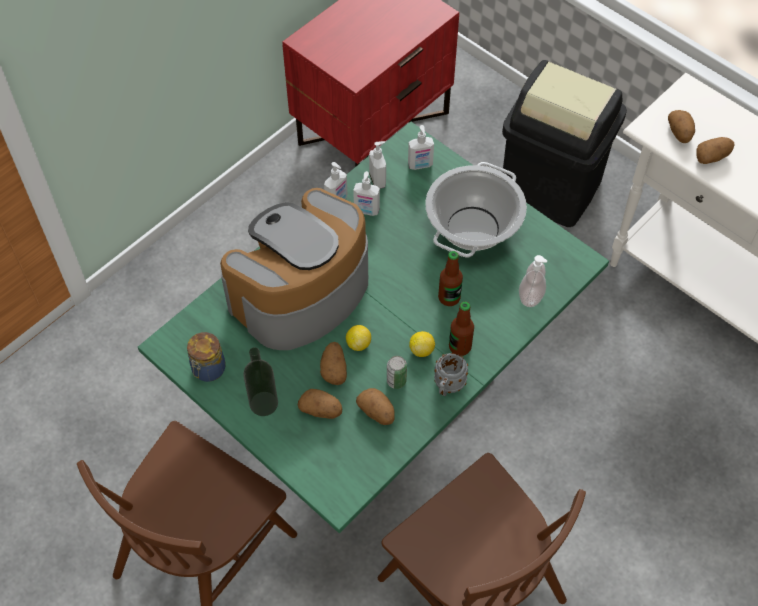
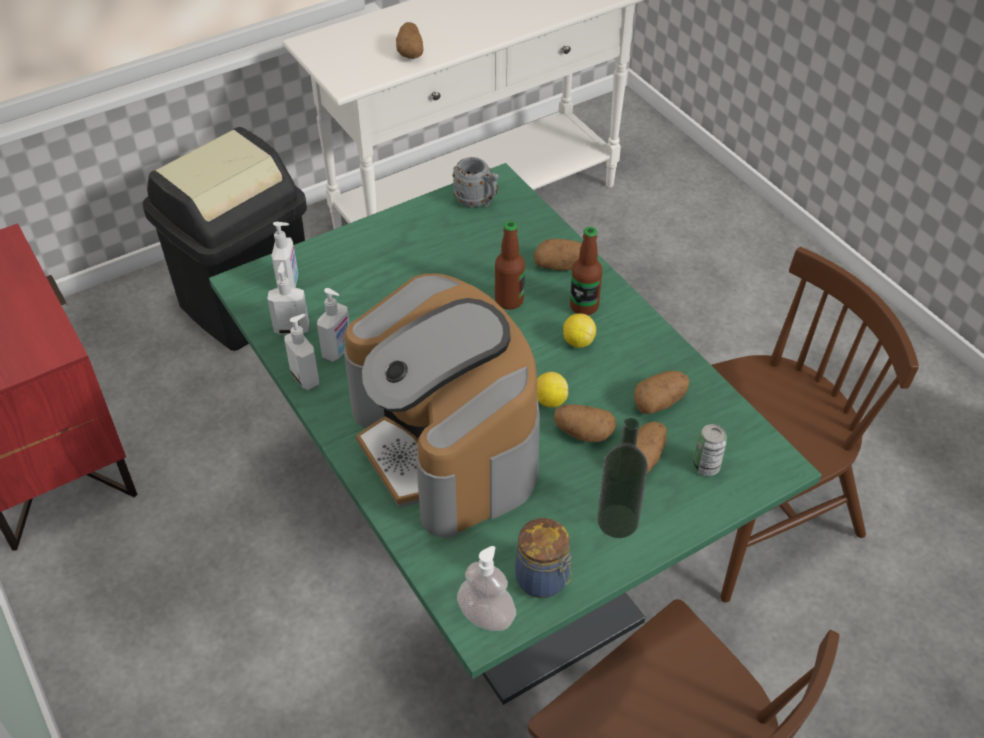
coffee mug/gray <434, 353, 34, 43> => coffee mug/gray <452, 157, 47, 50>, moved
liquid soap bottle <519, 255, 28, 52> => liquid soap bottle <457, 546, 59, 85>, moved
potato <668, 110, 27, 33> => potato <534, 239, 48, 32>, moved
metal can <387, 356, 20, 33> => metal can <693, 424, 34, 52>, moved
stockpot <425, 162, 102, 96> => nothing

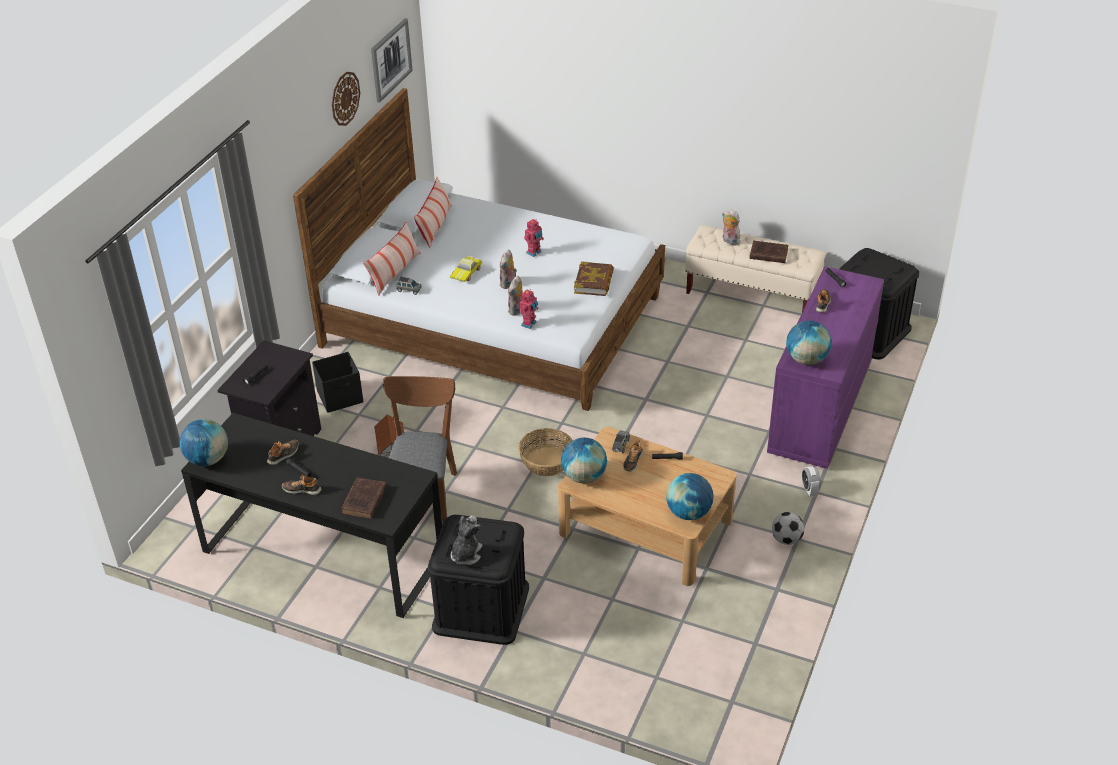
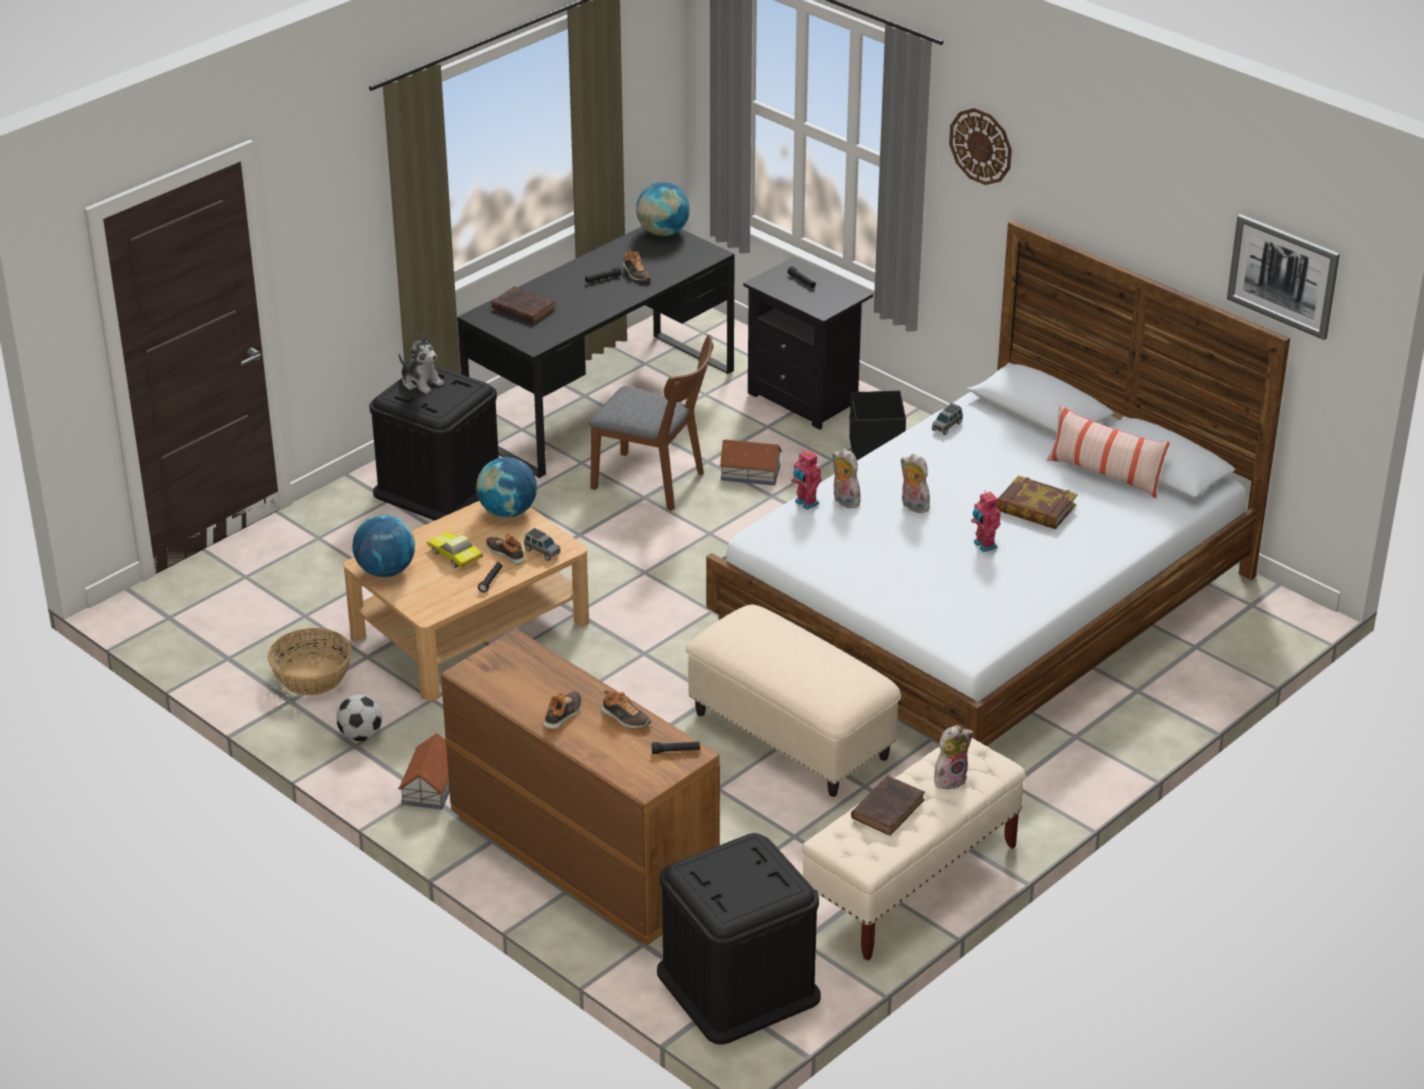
household basket <518, 428, 55, 48> => household basket <268, 628, 84, 67>, moved
table clock <802, 466, 19, 31> => toy house <398, 733, 52, 77>
model car <450, 256, 32, 26> => model car <427, 531, 56, 37>, moved
drawer chest/purplish <767, 266, 117, 203> => drawer chest/brown-coloured <441, 629, 279, 316>
shoe <282, 474, 40, 21> => shoe <543, 691, 39, 38>, moved
nothing => ottoman/beige-coloured <685, 604, 216, 193>
wall clock <332, 72, 28, 54> => wall clock <949, 108, 63, 77>, moved
bound book <574, 261, 40, 35> => bound book <997, 475, 81, 54>, moved
cushion <363, 222, 58, 74> => nothing
desk globe <786, 320, 45, 45> => nothing

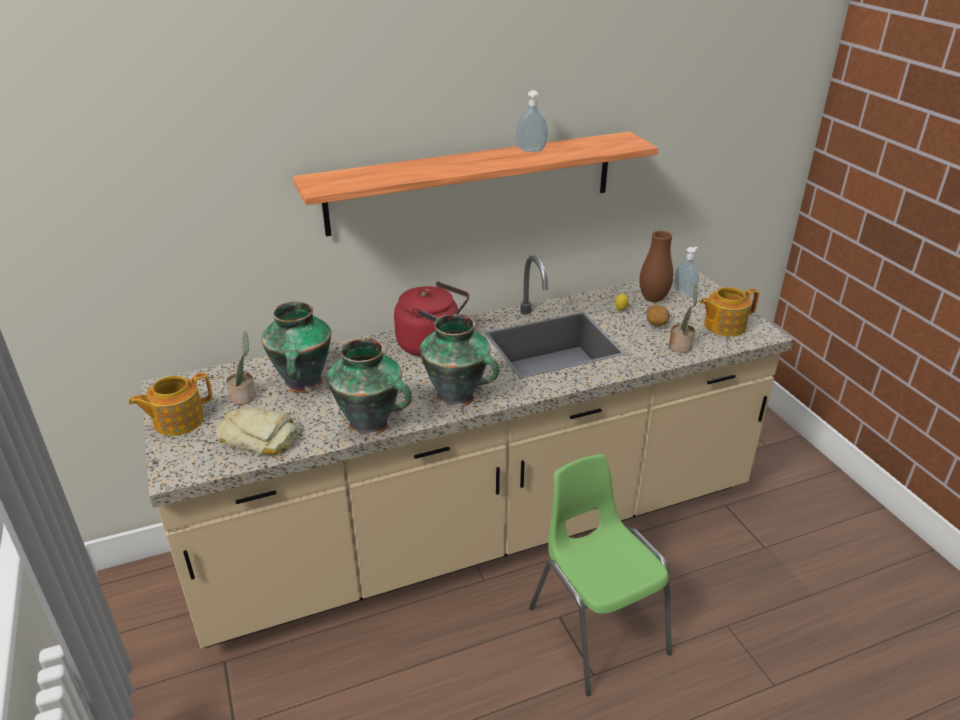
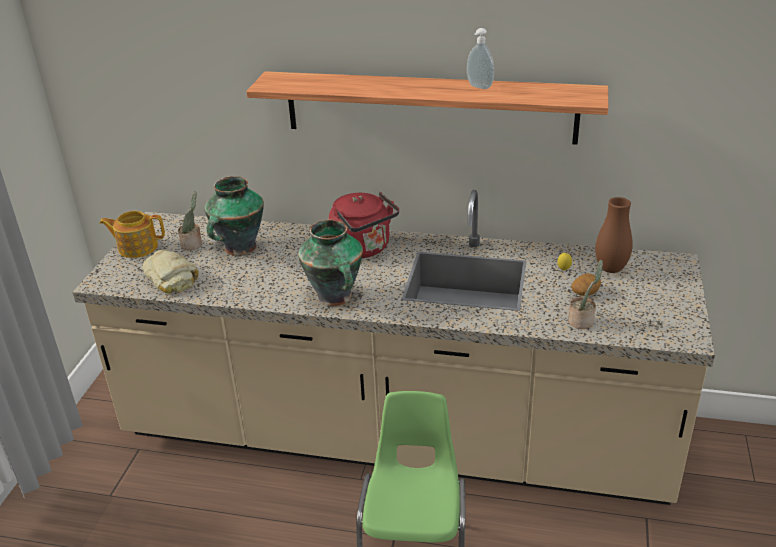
vase <327, 338, 85, 98> => nothing
liquid soap bottle <674, 247, 25, 50> => nothing
pot for tea <700, 287, 59, 49> => nothing

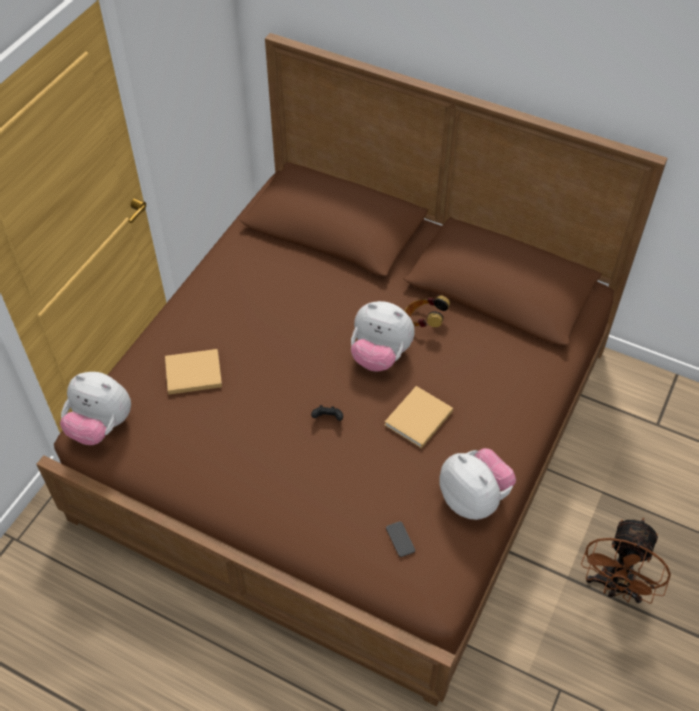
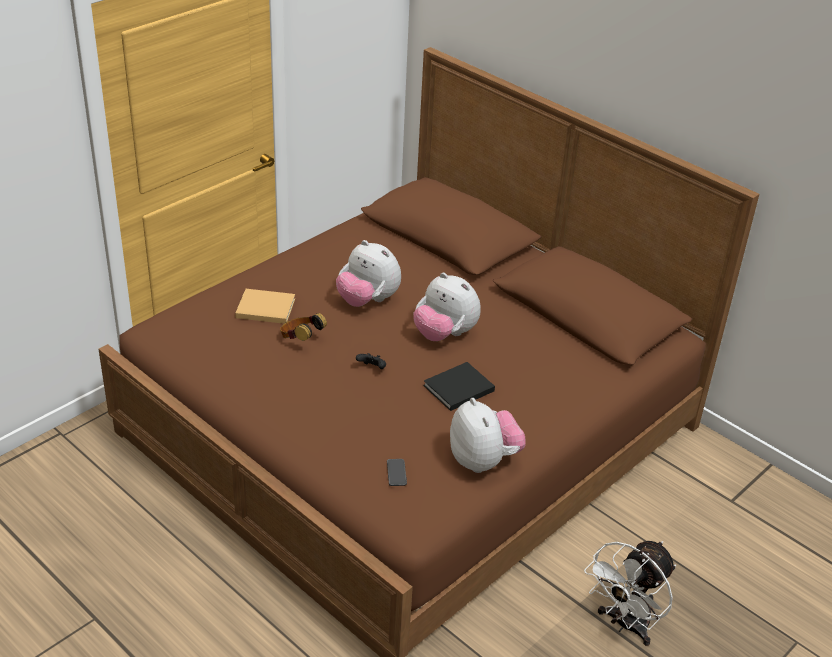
pair of headphones <405, 295, 45, 32> => pair of headphones <280, 313, 47, 28>, moved
cuddly toy <60, 372, 71, 73> => cuddly toy <336, 240, 65, 67>, moved
bound book/beige-coloured <385, 386, 68, 62> => bound book/black <423, 362, 72, 49>
fan/brown-coloured <581, 518, 90, 86> => fan/white <584, 541, 92, 105>

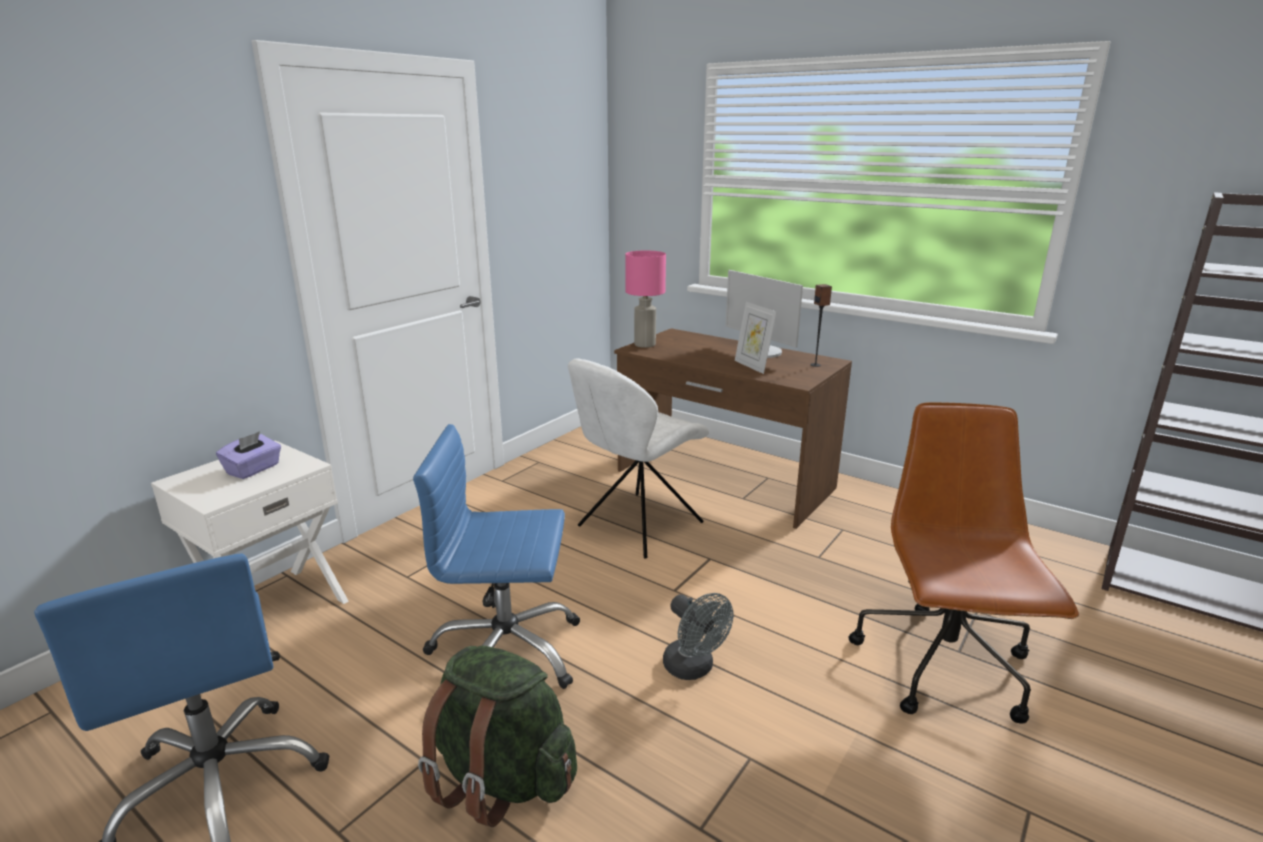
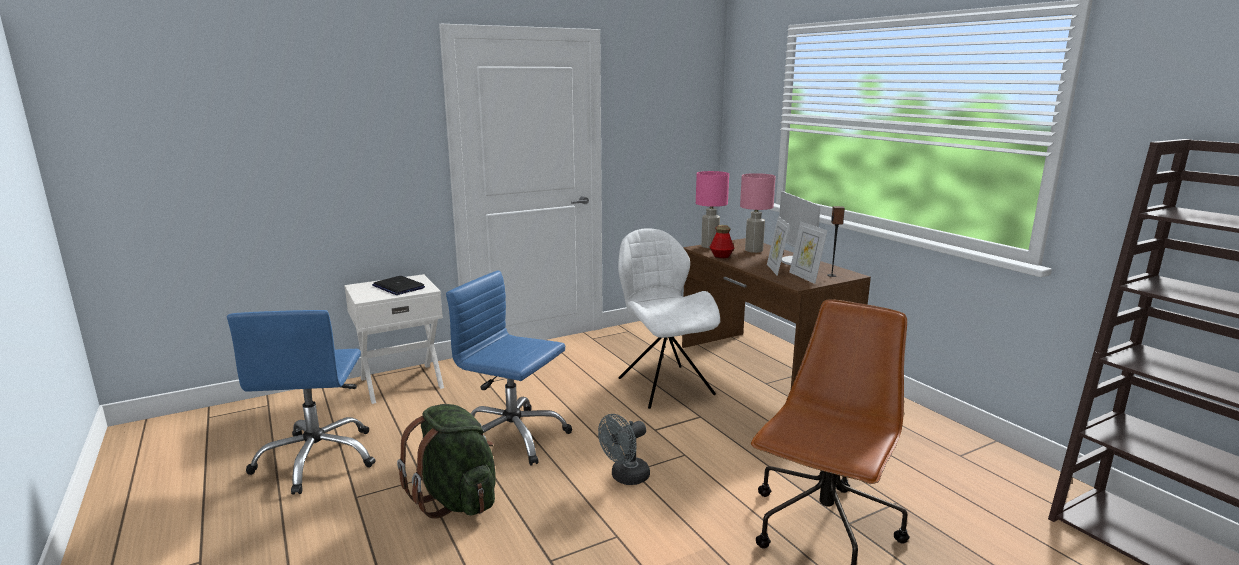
tissue holder/purplish <216, 431, 65, 48> => portable computer <372, 276, 53, 19>
fan/gray <663, 593, 71, 87> => fan/gray <598, 414, 52, 71>, 60 degrees clockwise
plain chair/white <568, 358, 141, 201> => plain chair/white <618, 228, 102, 181>, 90 degrees clockwise
nothing => beverage bottle <710, 225, 24, 33>
nothing => lamp for a table/pinkish <740, 173, 36, 80>
nothing => photo frame <789, 222, 39, 62>

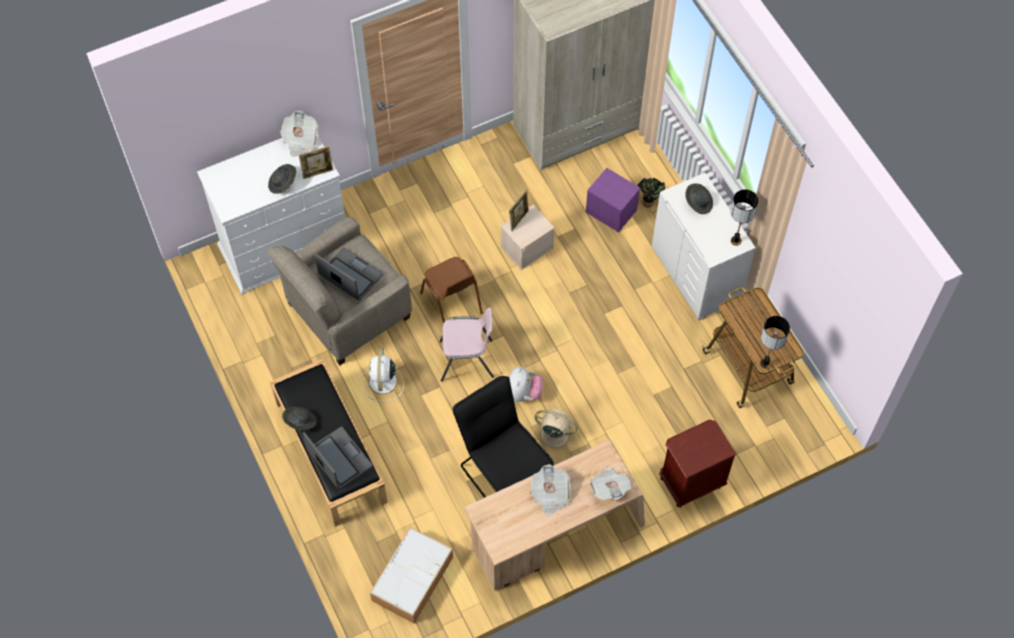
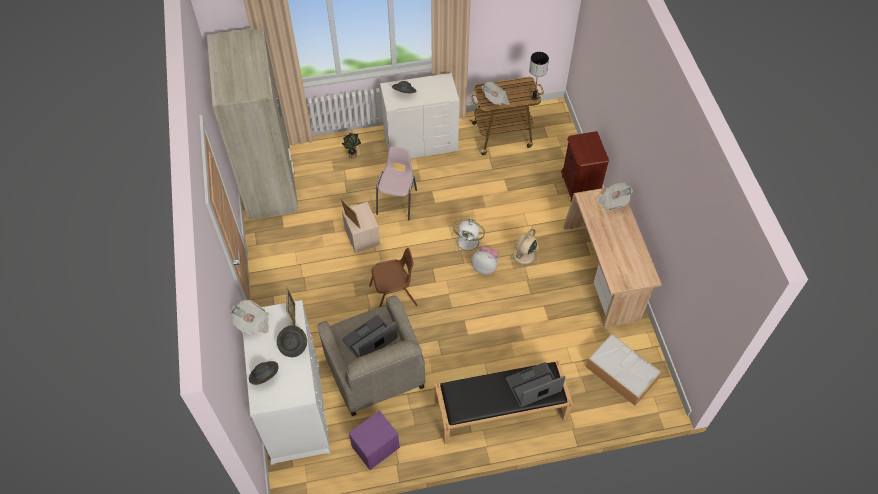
clothing hat/gray <282, 407, 35, 23> => clothing hat/gray <249, 361, 29, 24>, moved
storage box/purplish <586, 168, 54, 64> => storage box/purplish <348, 410, 52, 60>, moved
plain chair/pinkish <440, 307, 54, 74> => plain chair/pinkish <376, 147, 41, 73>, moved
fan/white <362, 347, 42, 54> => fan/white <452, 219, 33, 36>, moved
daily paper <530, 464, 40, 52> => daily paper <482, 82, 28, 24>, moved
plain chair/black <453, 376, 101, 122> => nothing
lamp for a table <730, 189, 28, 57> => nothing

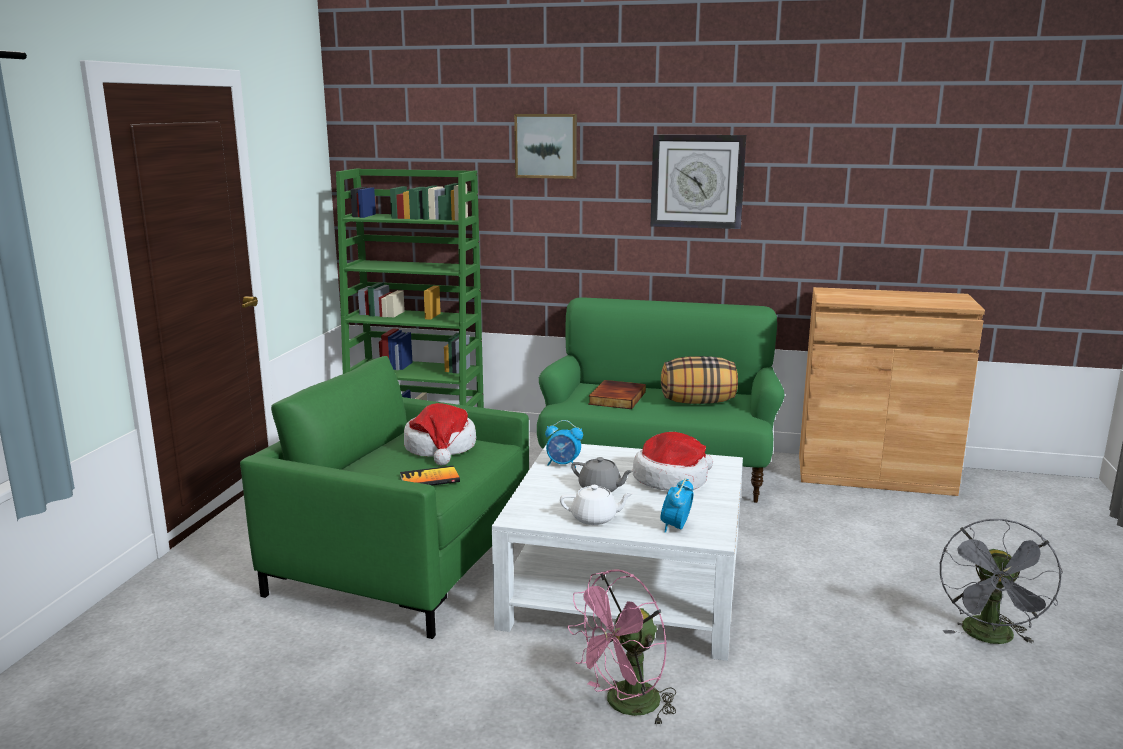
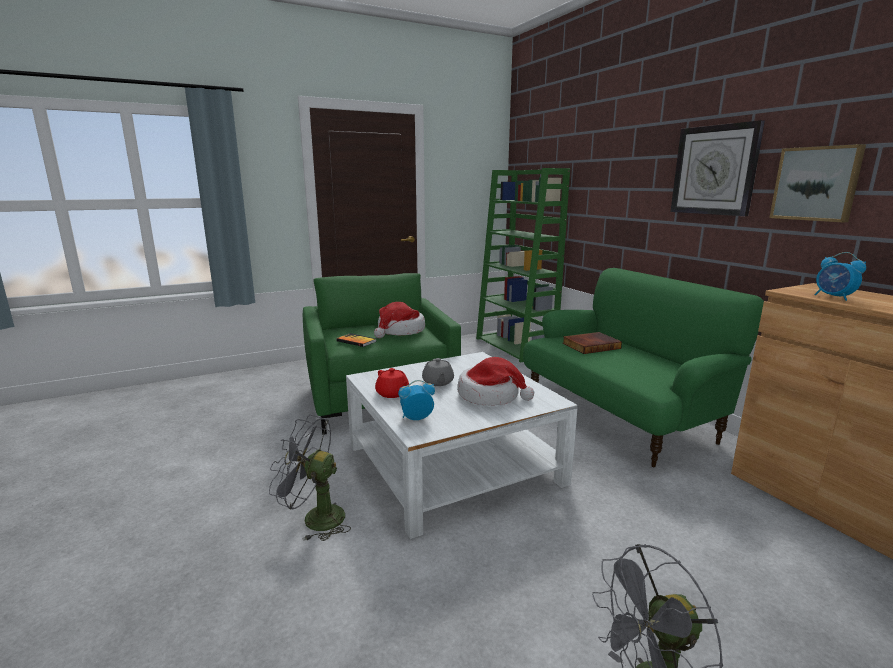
fan/pinkish <568, 569, 109, 158> => fan/gray <269, 415, 82, 126>
pot for tea/white <560, 485, 74, 40> => pot for tea/red <375, 368, 34, 30>
picture <514, 114, 63, 65> => picture <769, 144, 97, 78>, moved
table clock <545, 420, 38, 48> => table clock <815, 252, 51, 49>, moved
cushion <661, 356, 77, 48> => nothing

